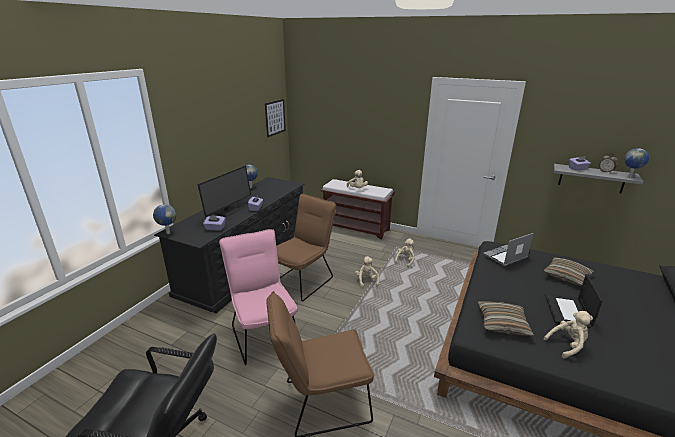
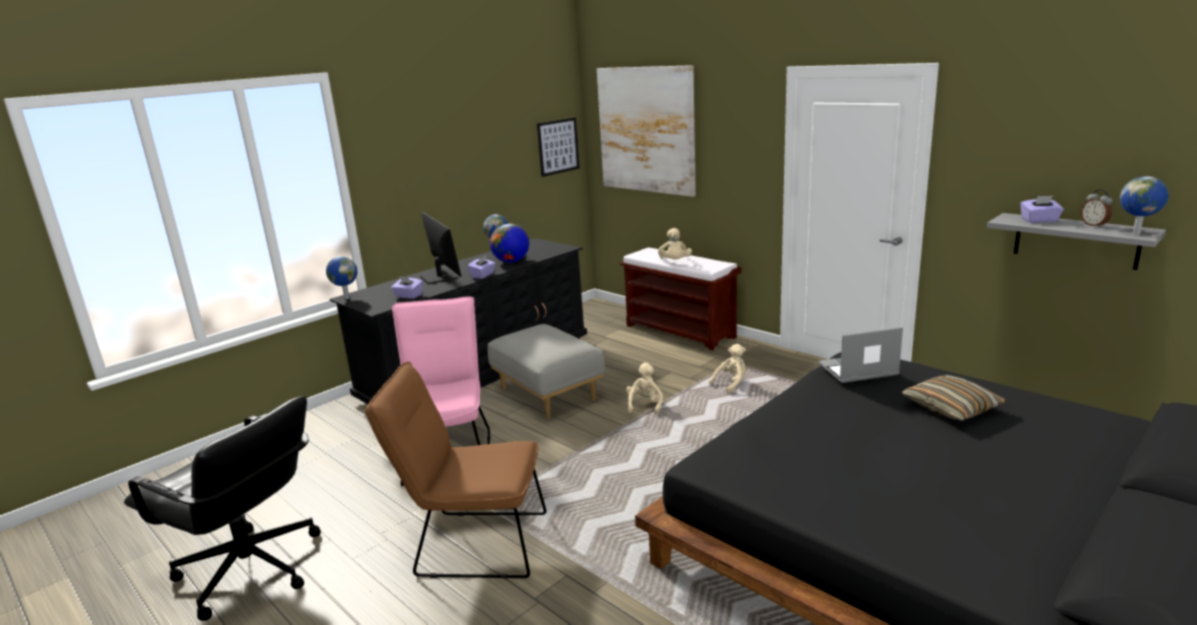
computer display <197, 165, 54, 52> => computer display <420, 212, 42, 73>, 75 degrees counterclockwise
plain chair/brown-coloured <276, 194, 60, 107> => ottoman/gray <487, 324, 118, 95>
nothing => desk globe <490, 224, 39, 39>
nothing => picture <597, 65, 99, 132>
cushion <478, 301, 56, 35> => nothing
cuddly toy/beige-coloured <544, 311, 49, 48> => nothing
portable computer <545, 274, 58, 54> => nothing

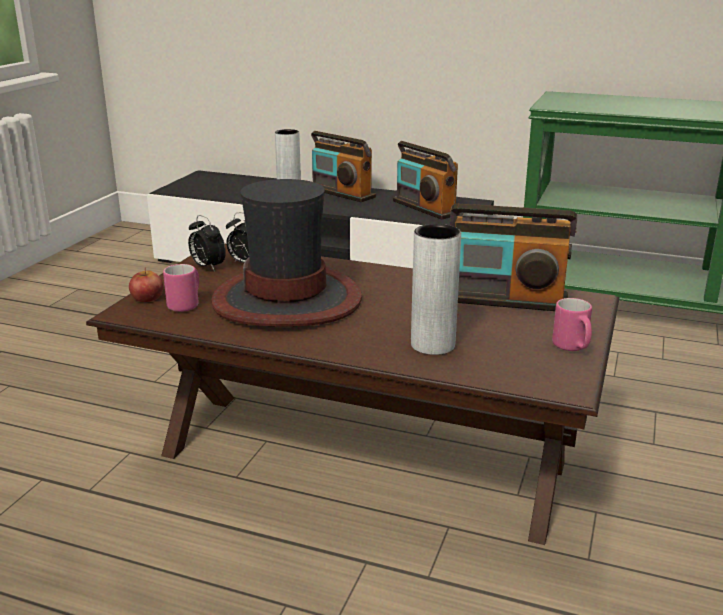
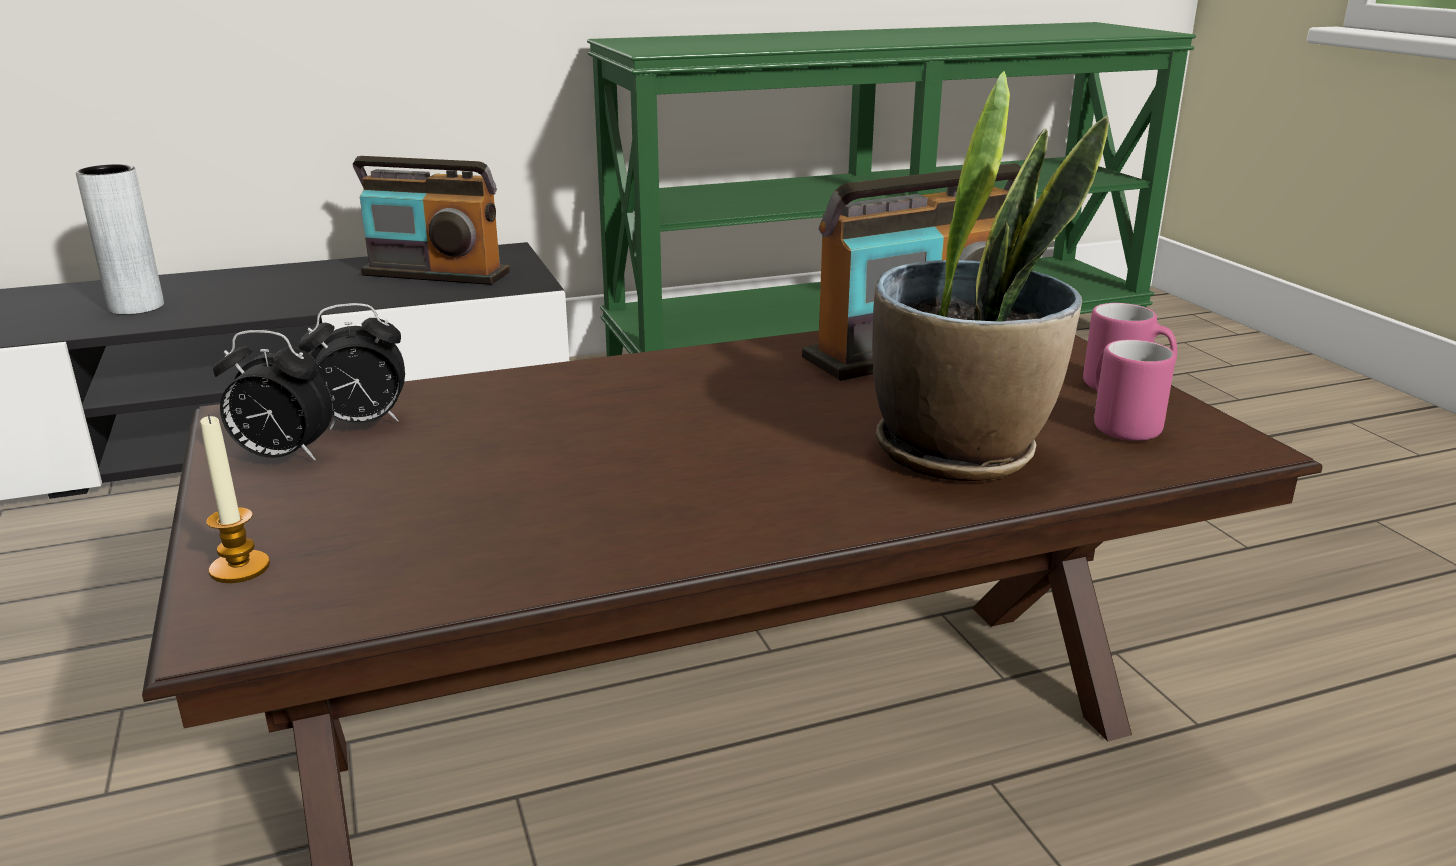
whole apple <129, 267, 34, 35> => wax candle <200, 414, 70, 169>
vase/gray <411, 224, 50, 131> => houseplant <872, 71, 237, 411>
coffee mug/pinkish <163, 264, 36, 48> => coffee mug/pinkish <1094, 340, 82, 101>, moved
clothing hat <211, 179, 151, 148> => nothing
radio <311, 131, 65, 71> => nothing

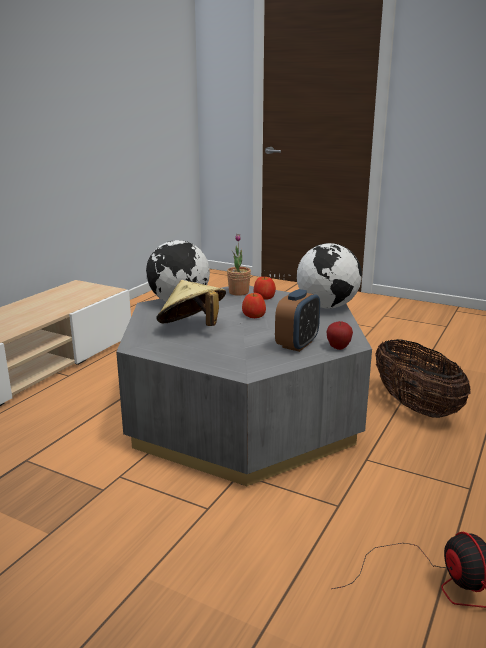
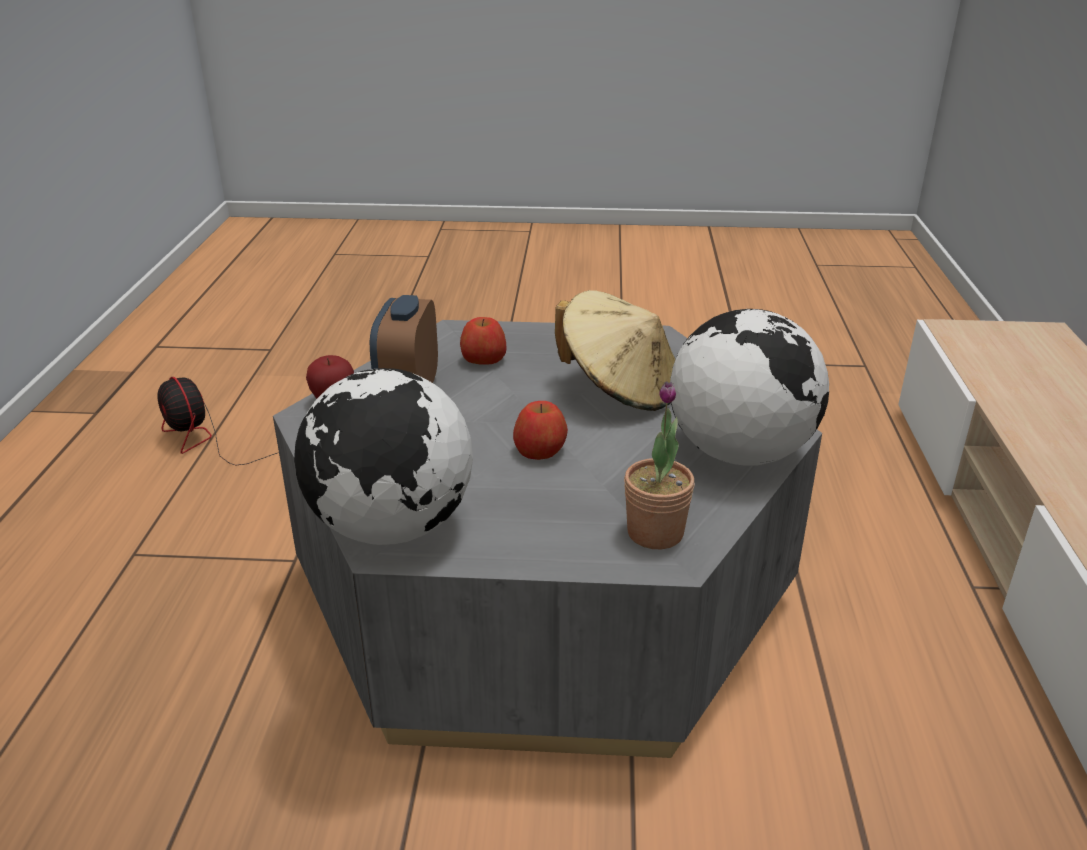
whole apple <254, 277, 22, 23> => whole apple <460, 317, 47, 47>, moved
household basket <375, 339, 96, 79> => nothing

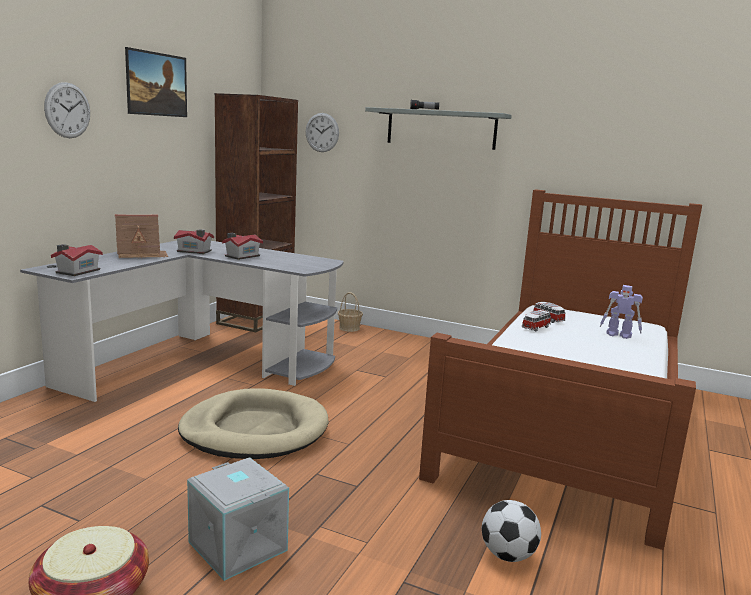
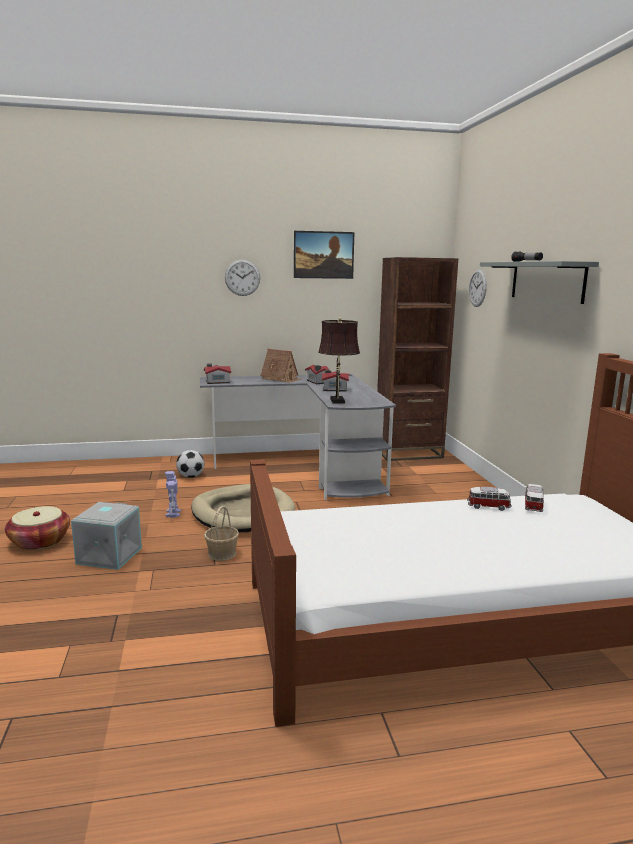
model robot <600, 285, 43, 54> => model robot <165, 471, 16, 47>, moved
football <482, 500, 59, 62> => football <176, 450, 28, 28>, moved
household basket <338, 292, 25, 40> => household basket <204, 506, 35, 55>, moved
nothing => lamp for a table/brown-coloured <318, 317, 42, 87>

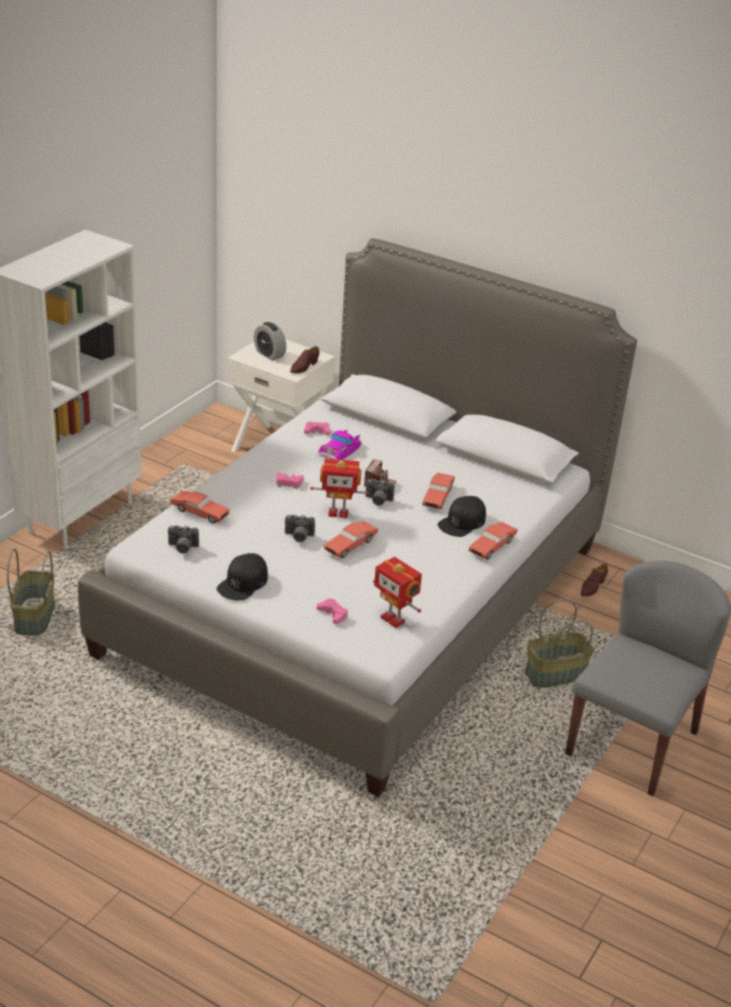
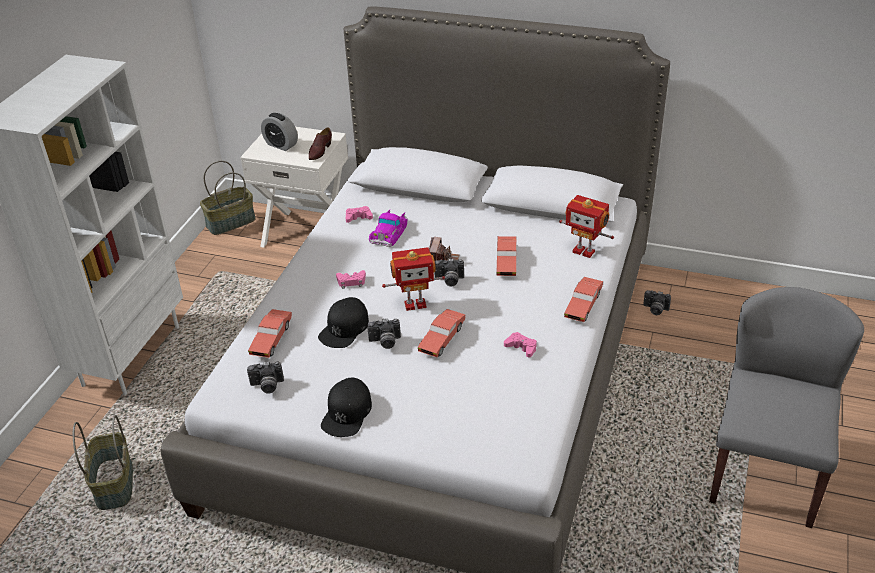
household basket <525, 599, 69, 89> => household basket <200, 161, 56, 74>, moved
model car/red <170, 491, 60, 33> => model car/red <248, 309, 44, 49>, 90 degrees clockwise
peaked cap/black <438, 496, 48, 41> => peaked cap/black <318, 297, 51, 51>, moved
gamepad/pinkish <317, 599, 31, 25> => gamepad/pinkish <504, 332, 33, 25>, moved
model robot <373, 557, 49, 71> => model robot <559, 195, 55, 63>, moved
shoe/brown-coloured <581, 564, 27, 33> => photo camera <643, 290, 28, 25>

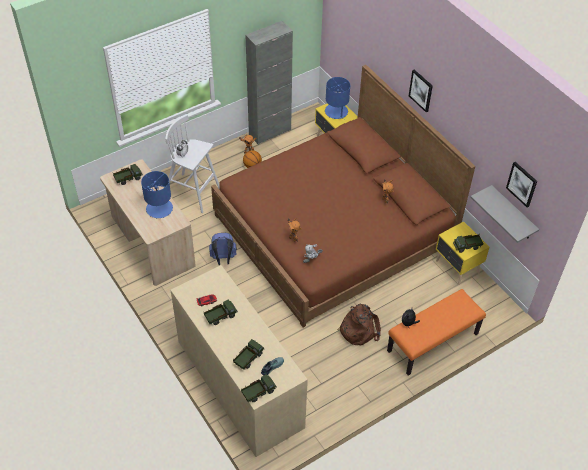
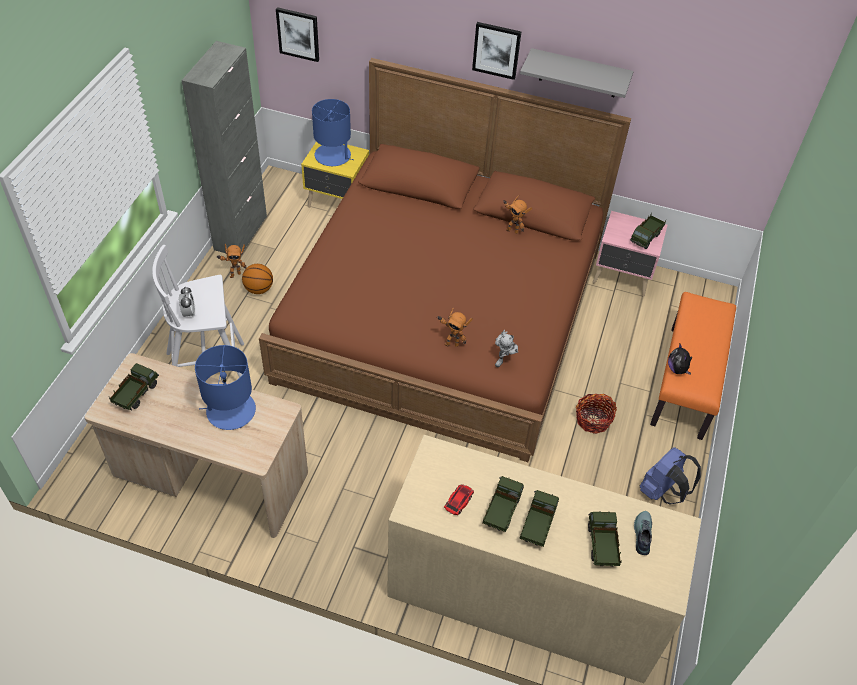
picture <506, 162, 31, 46> => picture <276, 7, 43, 55>, moved
toy truck <241, 374, 36, 28> => toy truck <519, 490, 40, 57>, moved
shelf/gray <470, 185, 69, 58> => shelf/gray <520, 48, 114, 50>, moved
backpack/brown-coloured <337, 303, 44, 42> => household basket <576, 394, 41, 40>
bedside table/yellow <436, 221, 54, 64> => bedside table/pinkish <593, 211, 74, 86>
backpack/blue <209, 233, 28, 32> => backpack/blue <640, 447, 61, 57>, moved

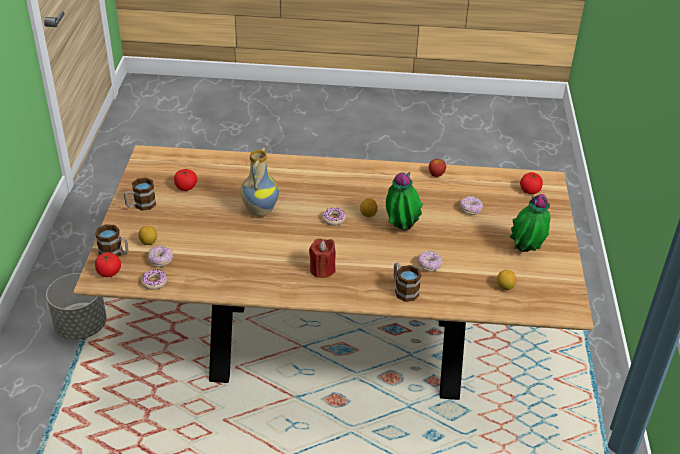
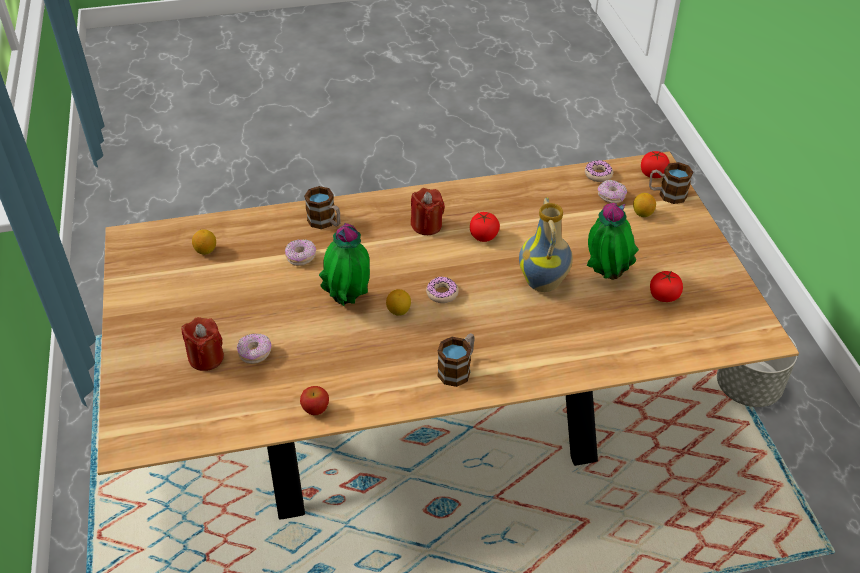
nothing => wax candle/red <182, 317, 42, 54>
coffee mug <124, 178, 32, 33> => coffee mug <437, 333, 38, 54>, moved
fresh tomato <520, 172, 23, 22> => fresh tomato <470, 212, 30, 30>, moved
houseplant <510, 194, 40, 58> => houseplant <587, 203, 52, 77>, moved

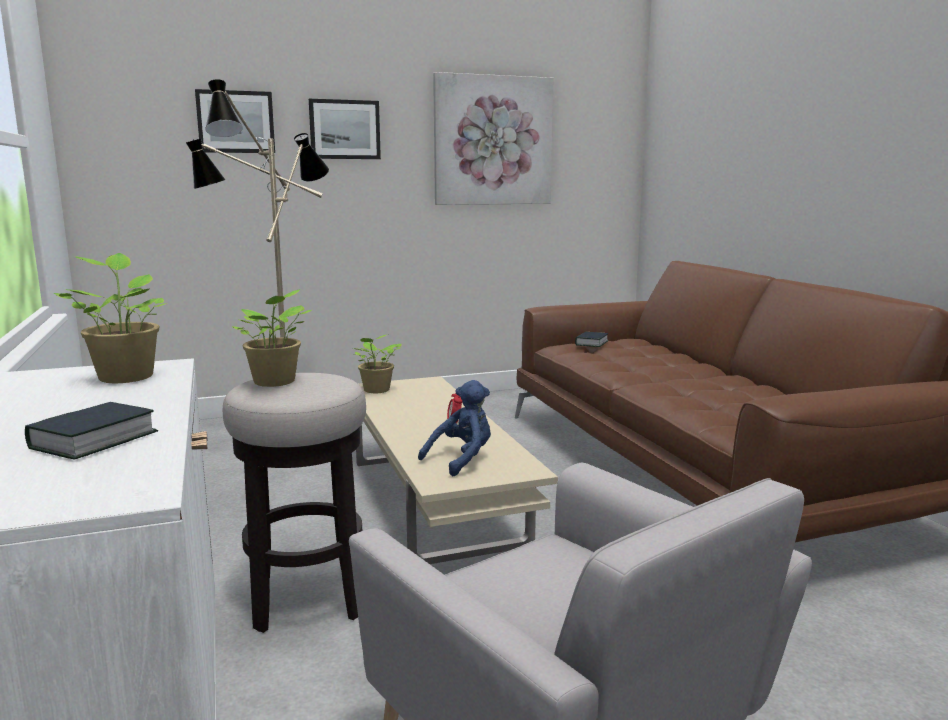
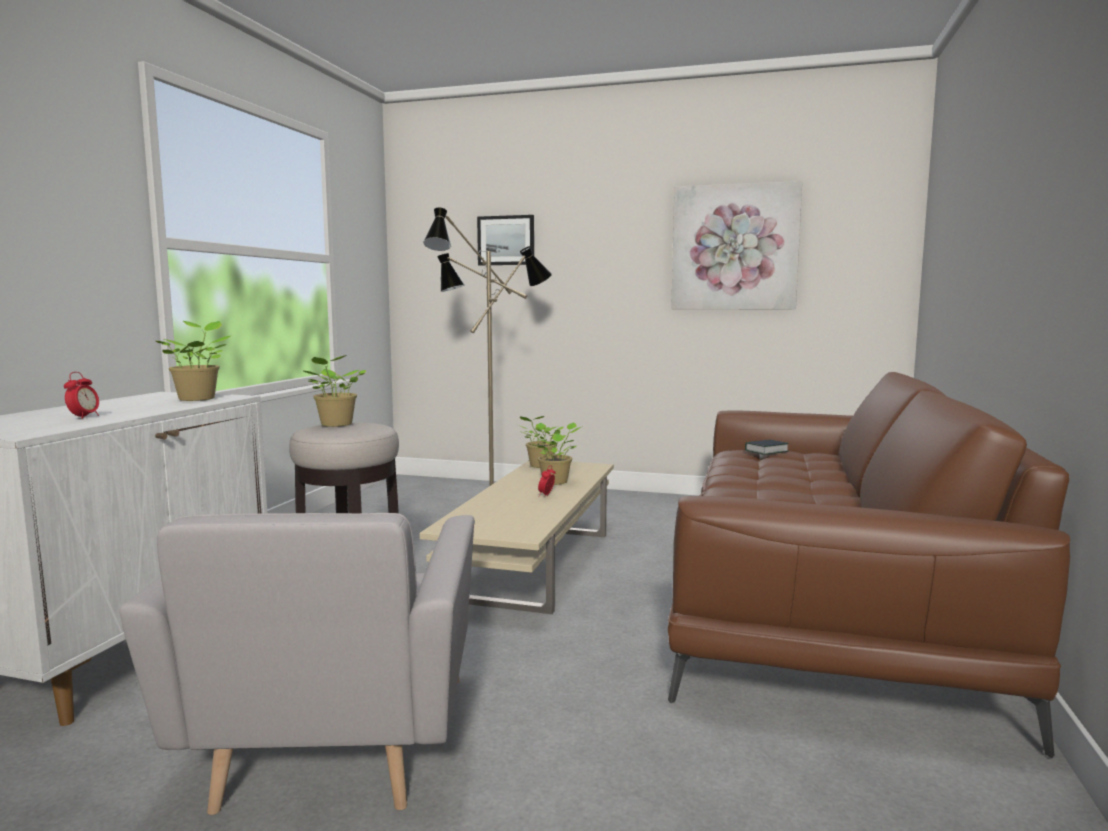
bound book <25, 402, 133, 57> => table clock <64, 372, 35, 47>
nothing => houseplant <531, 422, 50, 63>
picture <309, 99, 72, 60> => nothing
cuddly toy/blue <418, 380, 73, 96> => nothing

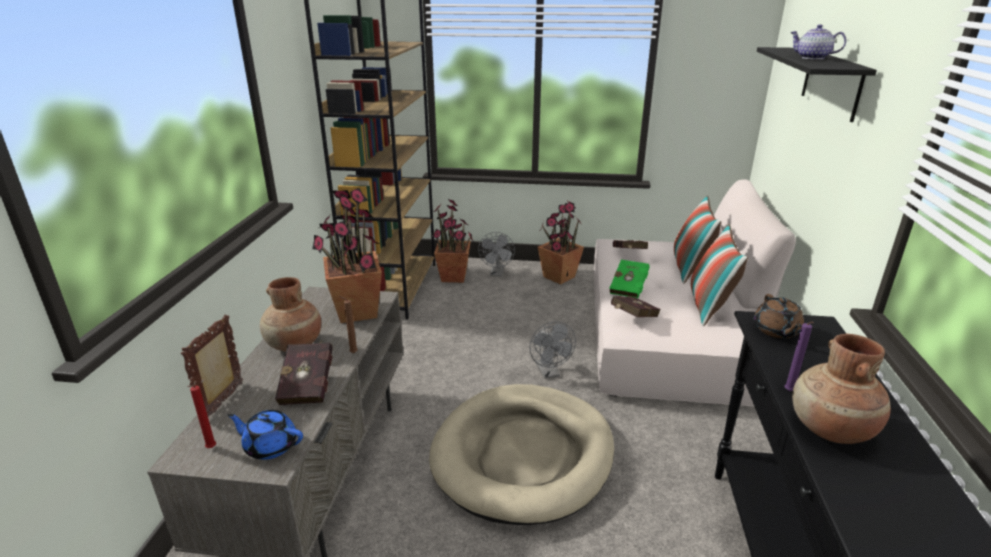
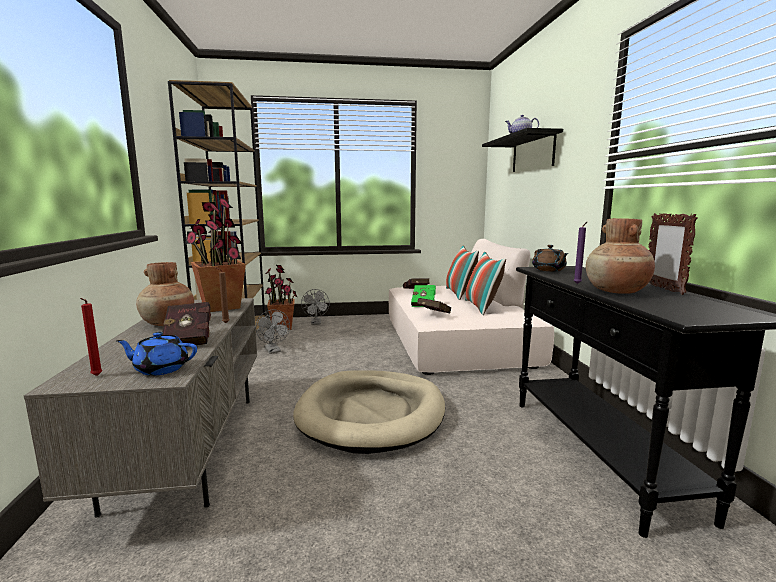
fan/gray <529, 322, 47, 57> => fan/gray <256, 310, 34, 44>, moved
photo frame <181, 315, 62, 101> => photo frame <648, 213, 50, 82>, moved
houseplant <538, 201, 46, 83> => nothing

